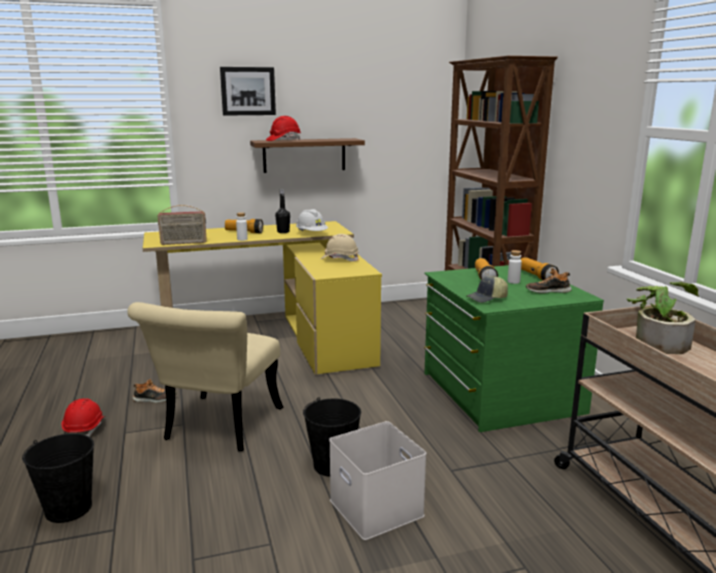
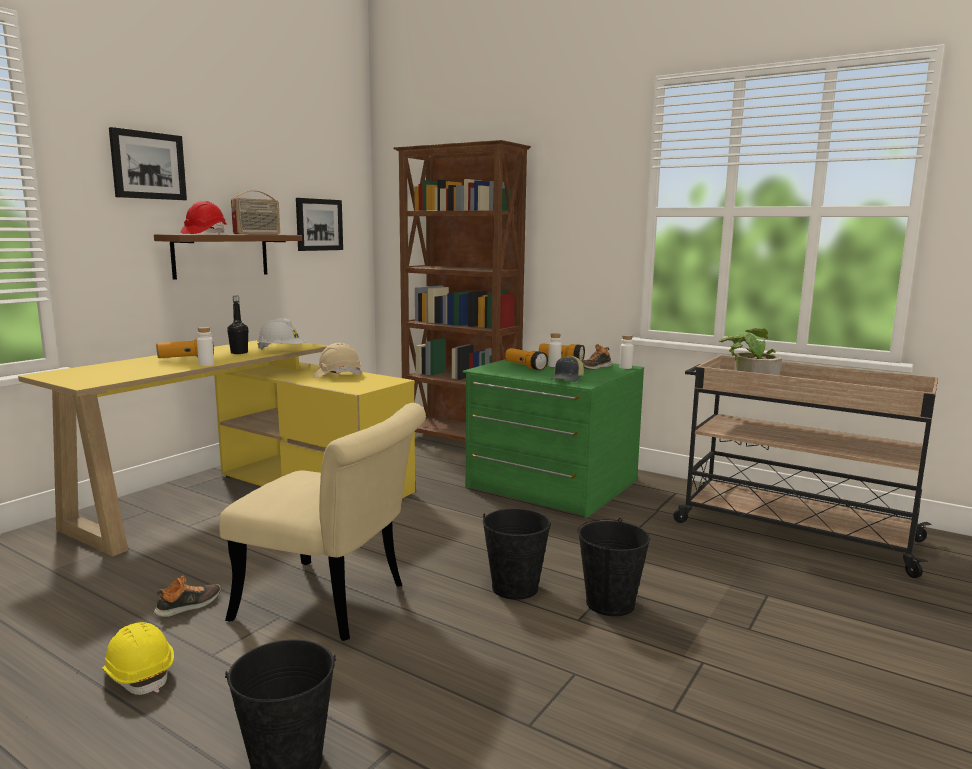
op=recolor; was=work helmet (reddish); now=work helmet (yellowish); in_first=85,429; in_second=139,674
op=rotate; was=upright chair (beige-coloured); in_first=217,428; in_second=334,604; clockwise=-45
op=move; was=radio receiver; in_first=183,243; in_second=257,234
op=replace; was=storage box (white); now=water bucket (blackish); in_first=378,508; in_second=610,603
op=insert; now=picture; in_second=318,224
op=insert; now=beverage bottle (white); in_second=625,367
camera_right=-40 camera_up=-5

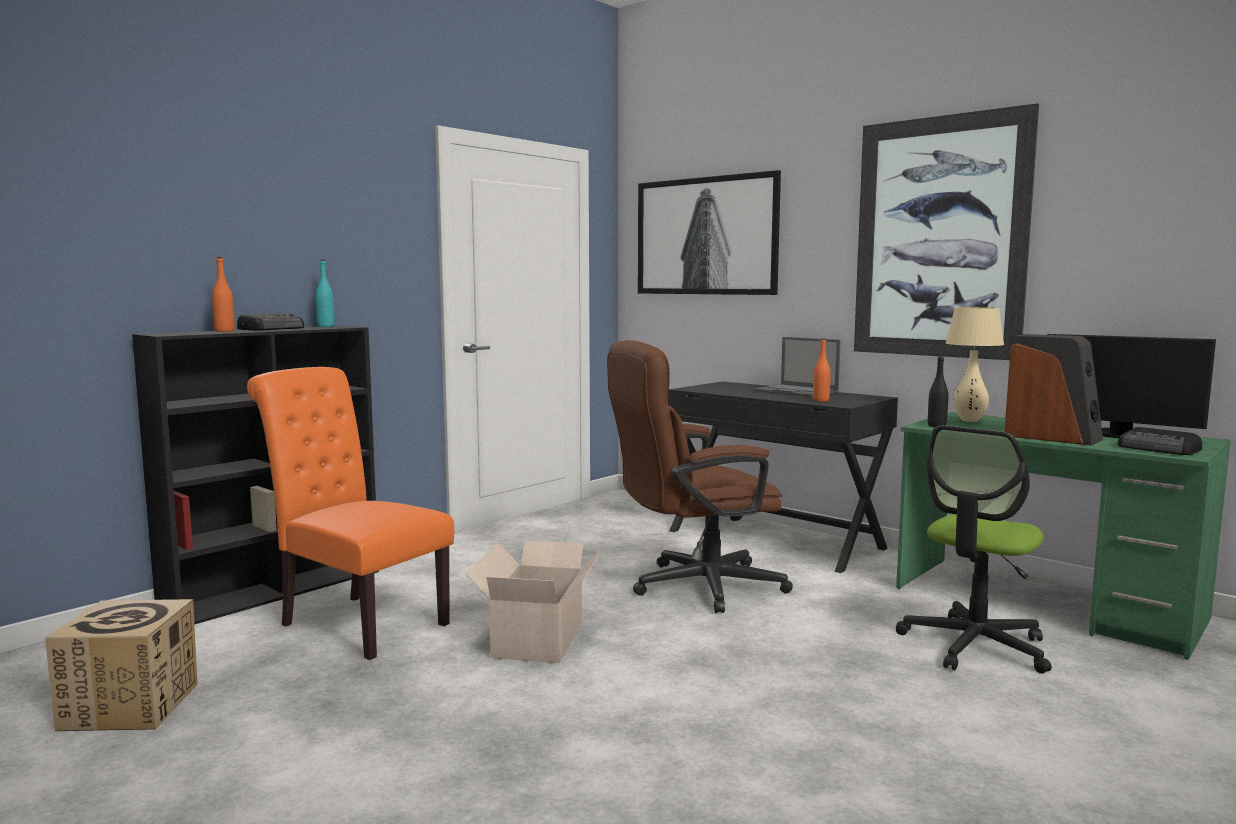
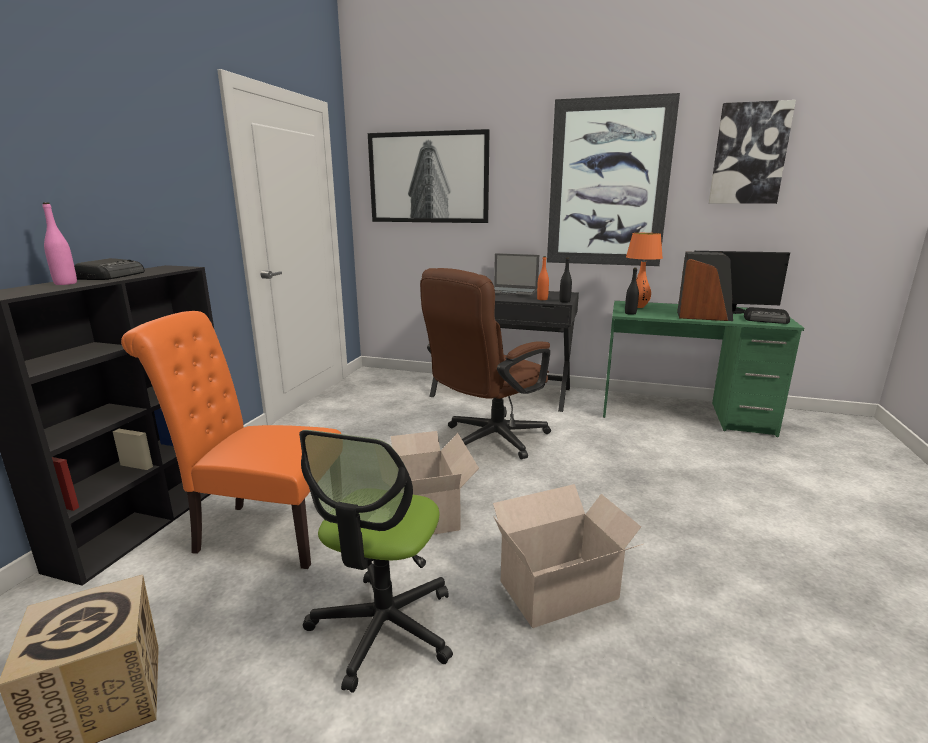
op=recolor; was=beverage bottle (orangey); now=beverage bottle (pink-coloured); in_first=224,331; in_second=65,283
op=delete; was=beverage bottle (turquoise); in_first=325,326
op=move; was=office chair; in_first=974,646; in_second=383,628
op=recolor; was=table lamp (beige-coloured); now=table lamp (orangey); in_first=969,421; in_second=638,307
op=insert; now=packing box; in_second=562,590
op=insert; now=beverage bottle (blackish); in_second=564,301
op=insert; now=picture; in_second=749,154
camera_right=-25 camera_up=10

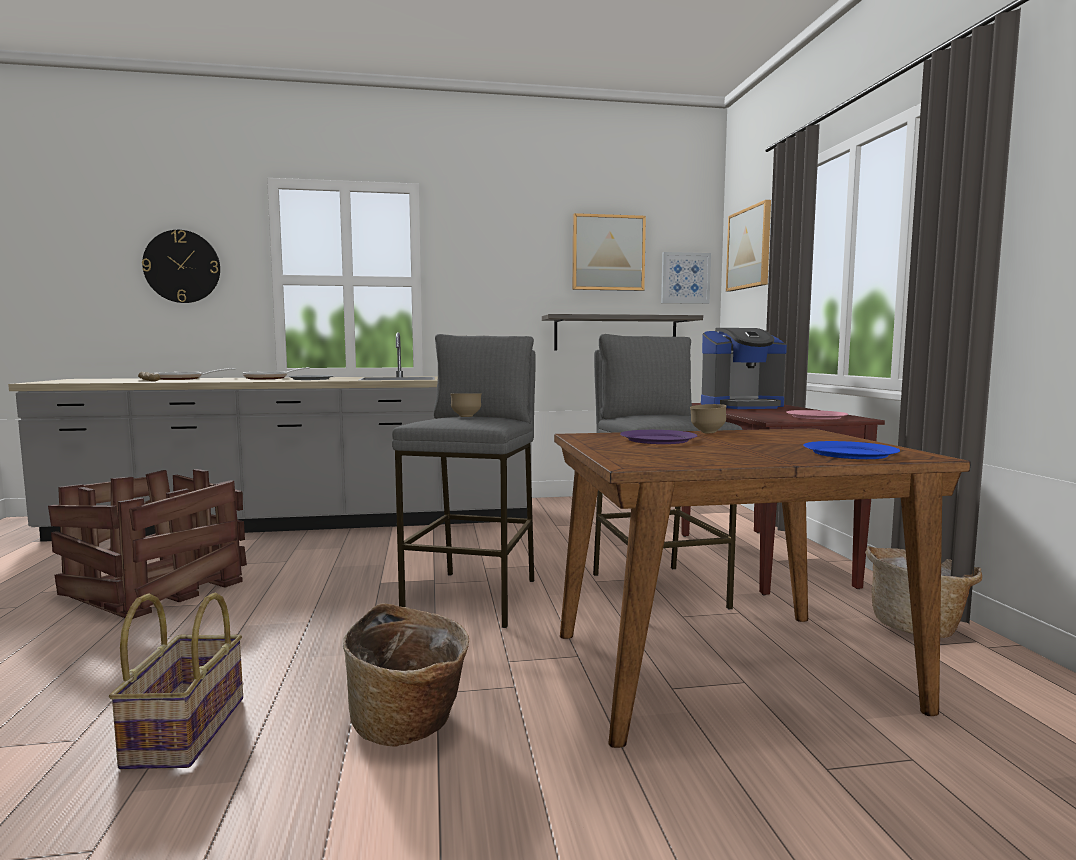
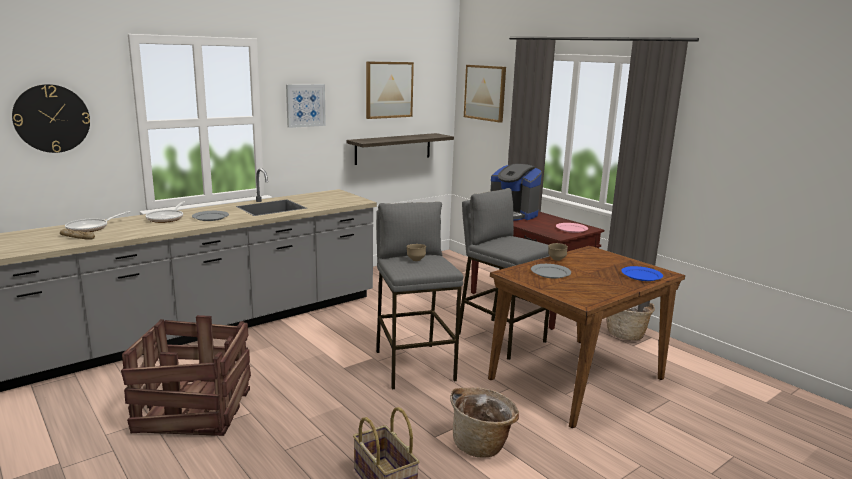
op=recolor; was=dinner plate (purplish); now=dinner plate (grey); in_first=657,440; in_second=550,273
op=move; was=picture; in_first=685,278; in_second=305,105
op=rotate; was=coffee maker; in_first=742,406; in_second=513,214; clockwise=75
camera_right=-30 camera_up=10

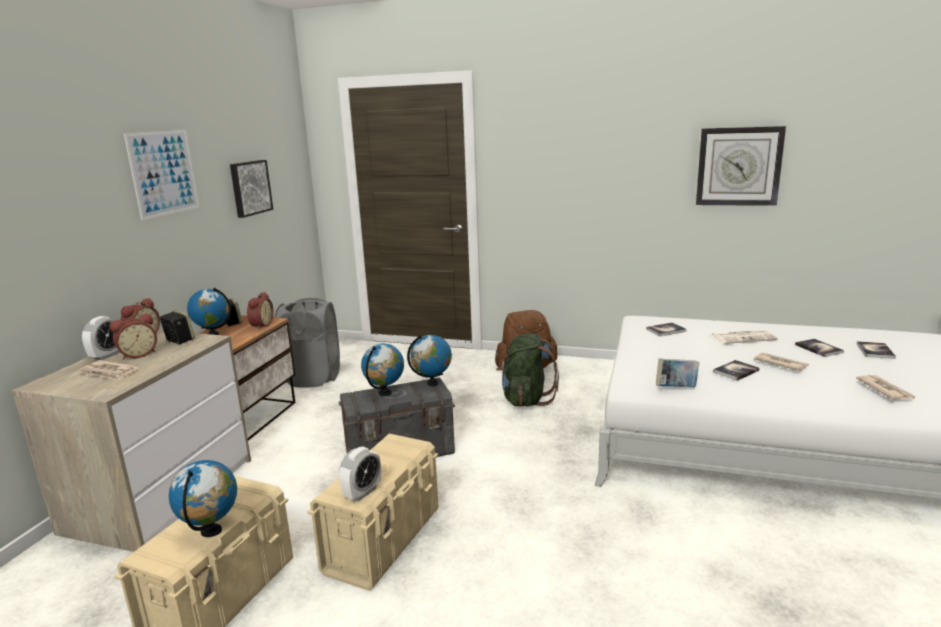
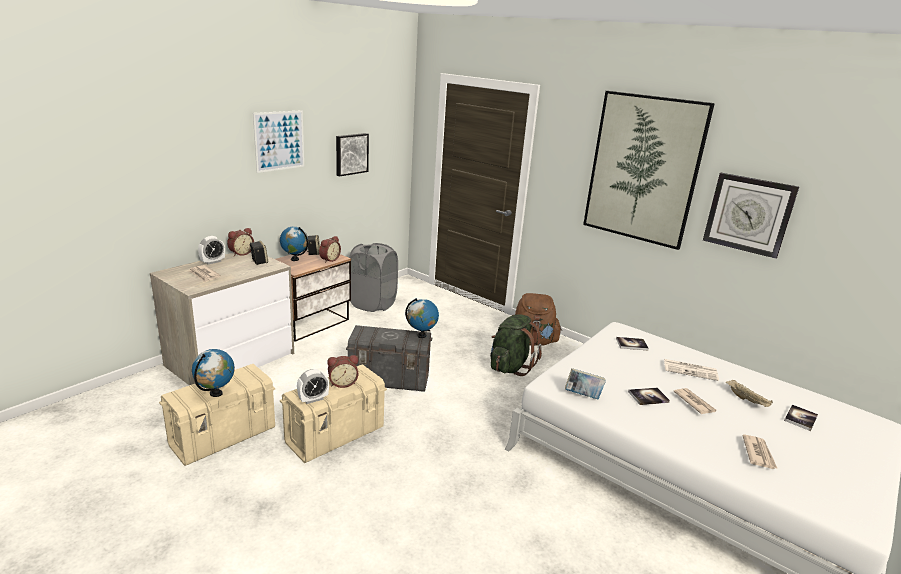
op=move; was=table clock; in_first=138,354; in_second=342,383
op=delete; was=desk globe; in_first=385,393
op=replace; was=book; now=serving tray (beige-coloured); in_first=818,349; in_second=747,400
op=insert; now=picture; in_second=643,169
camera_right=20 camera_up=5

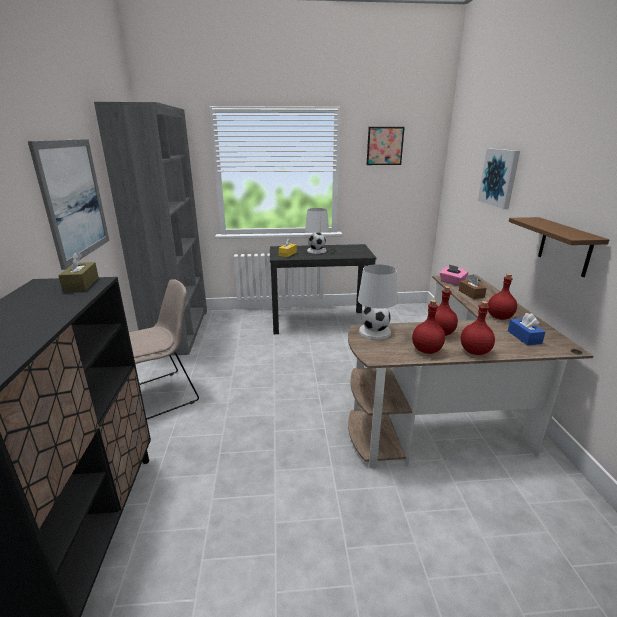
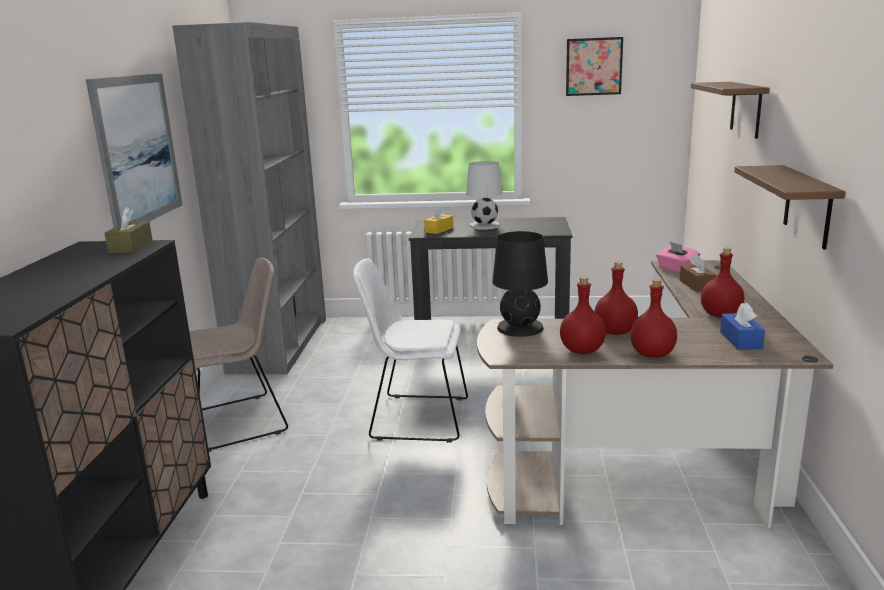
op=recolor; was=table lamp (white); now=table lamp (blackish); in_first=375,331; in_second=520,328
op=replace; was=picture; now=wall shelf (brown-coloured); in_first=499,177; in_second=746,109
op=insert; now=upright chair (white); in_second=415,418
camera_right=10 camera_up=-5

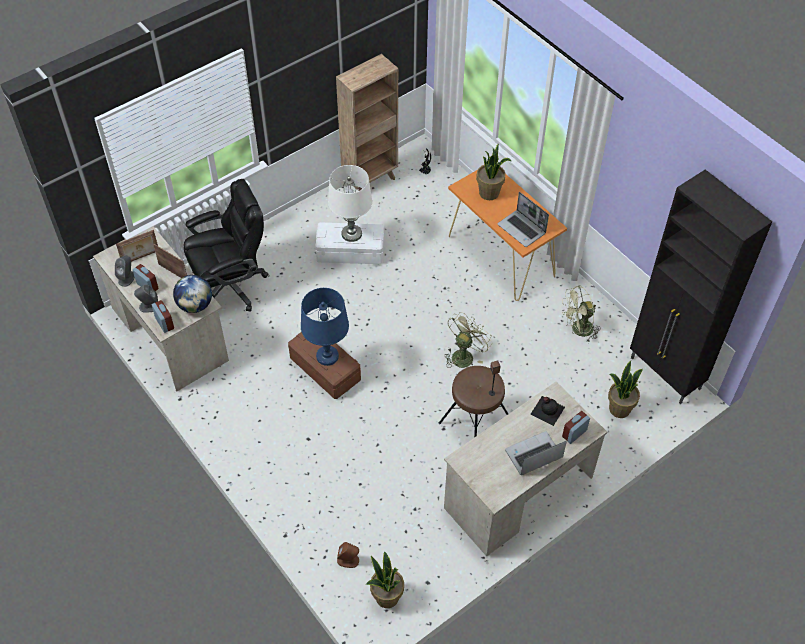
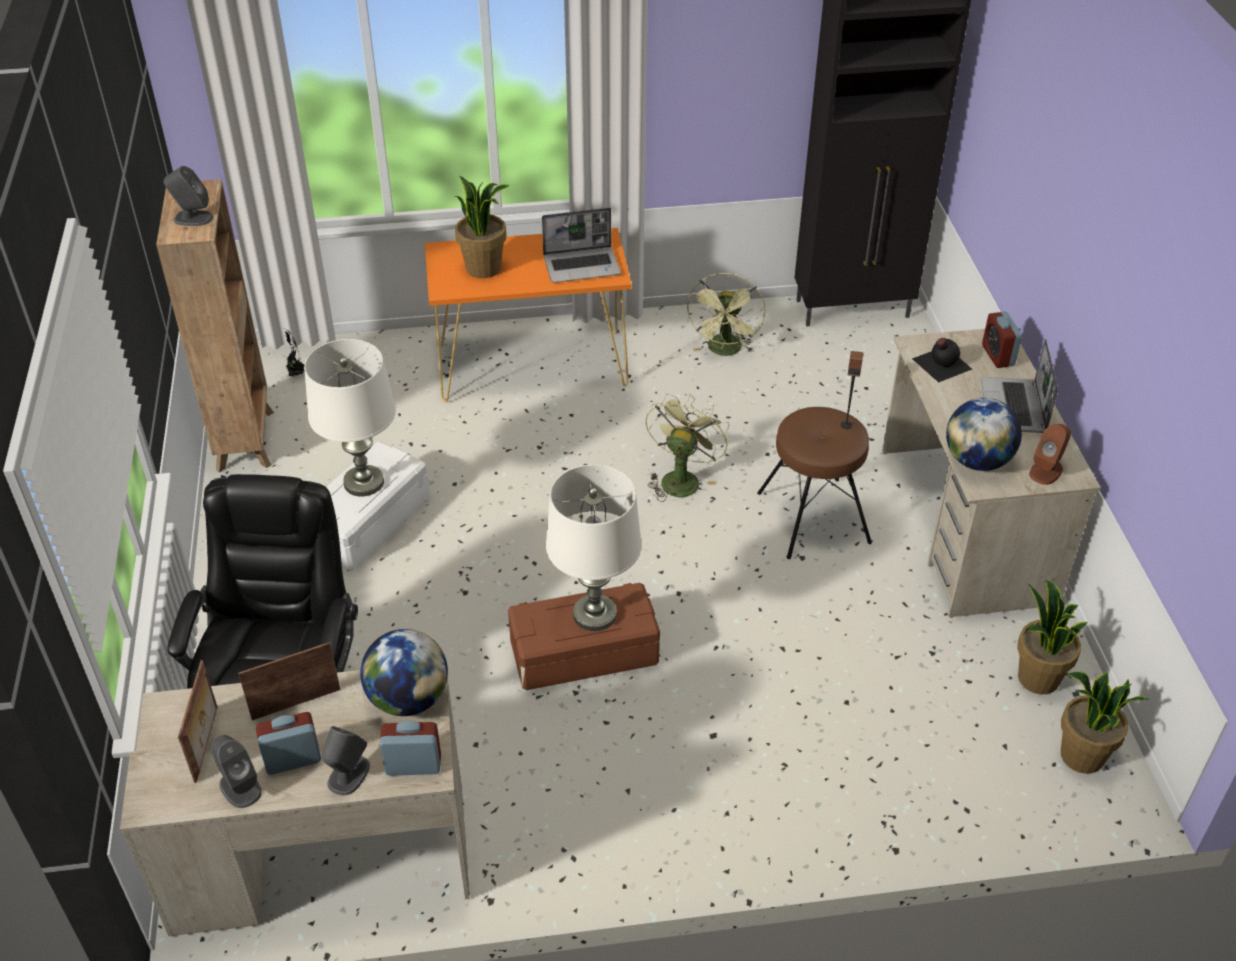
op=recolor; was=table lamp (blue-coloured); now=table lamp (white); in_first=327,356; in_second=595,614
op=move; was=audio speaker (brown-coloured); in_first=348,560; in_second=1046,471
op=rotate; was=electric fan (greenish); in_first=464,355; in_second=681,478; clockwise=45
op=move; was=potted plant; in_first=619,409; in_second=1037,678
op=insert; now=audio speaker (grey); in_second=192,218
op=insert; now=desk globe; in_second=977,461
camera_right=-60 camera_up=-10

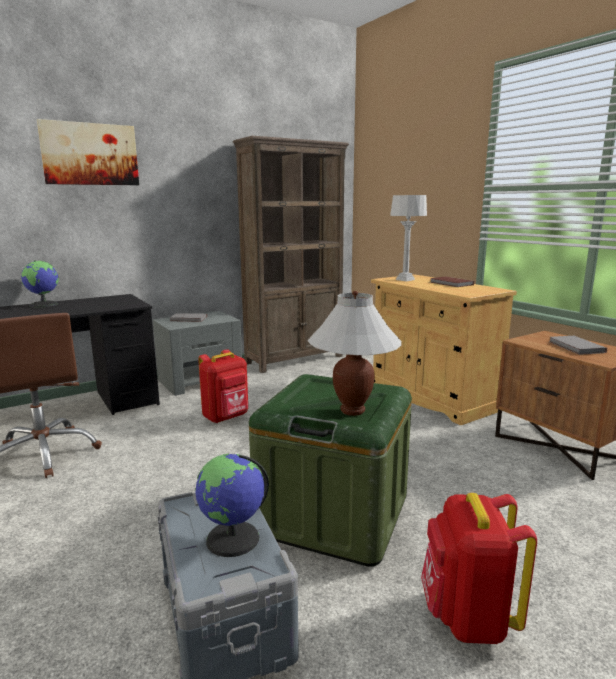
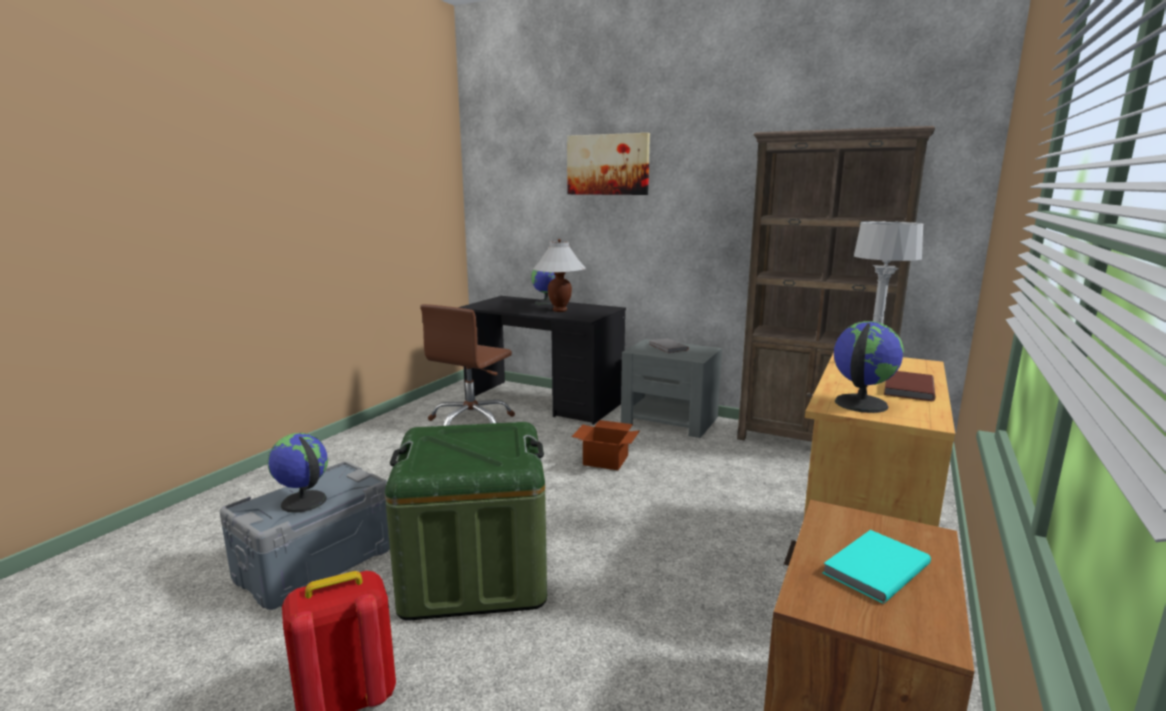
op=replace; was=backpack (reddish); now=packing box; in_first=226,417; in_second=607,460
op=move; was=table lamp (white); in_first=352,411; in_second=559,310
op=recolor; was=book (grey); now=book (turquoise); in_first=575,347; in_second=873,568
op=insert; now=desk globe; in_second=859,403
camera_right=60 camera_up=0

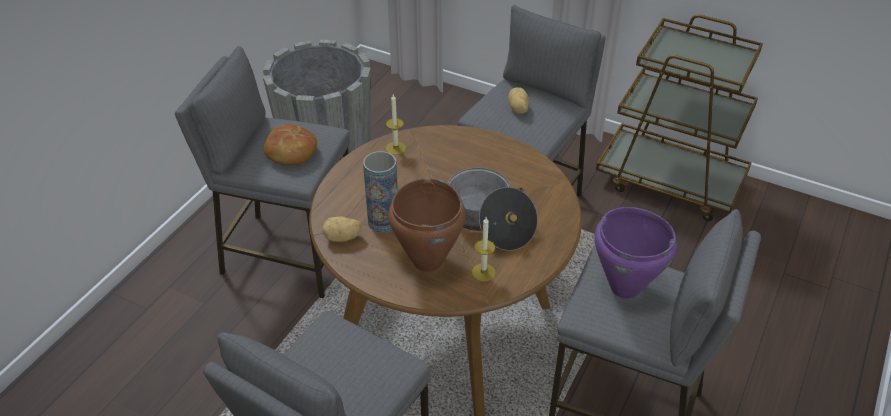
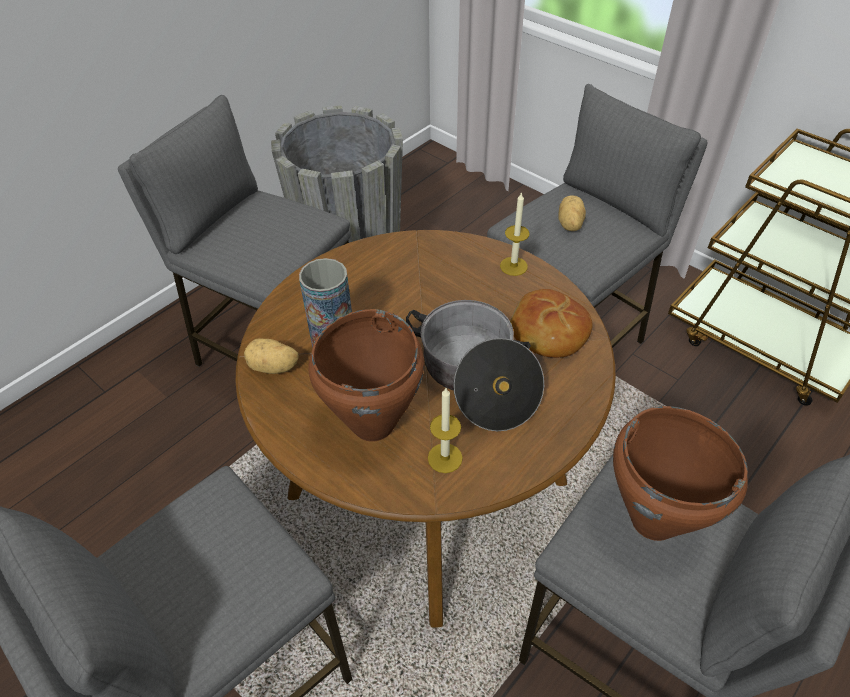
op=move; was=baked bread; in_first=290,152; in_second=548,333
op=move; was=candle; in_first=396,148; in_second=513,266
op=recolor; was=cooking pot (purplish); now=cooking pot (brown-coloured); in_first=624,287; in_second=653,519
camera_right=15 camera_up=5

